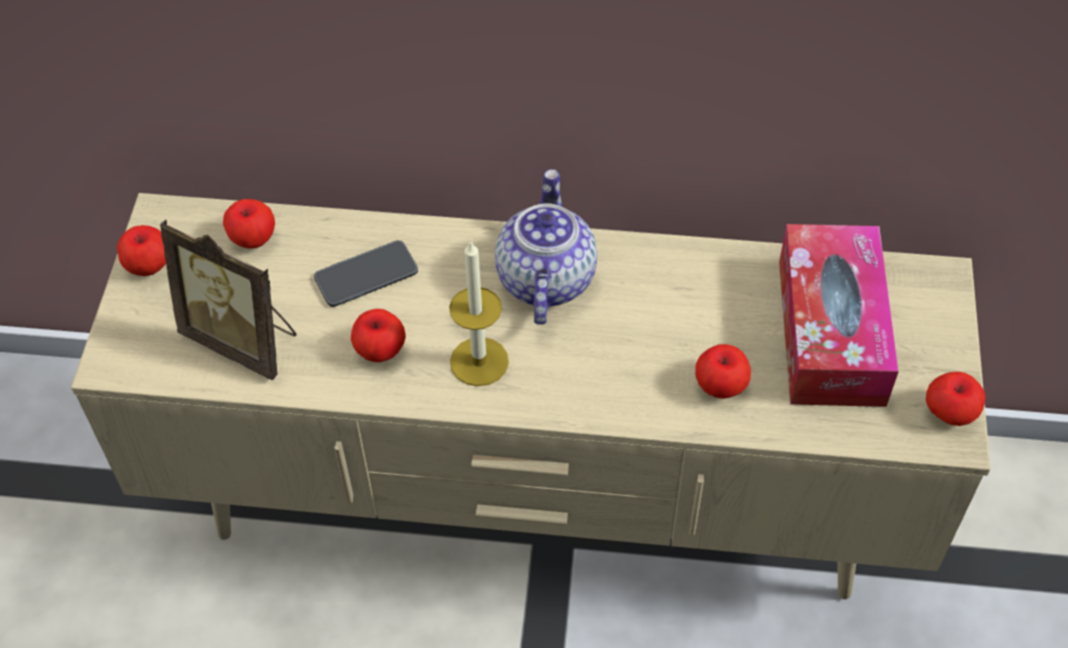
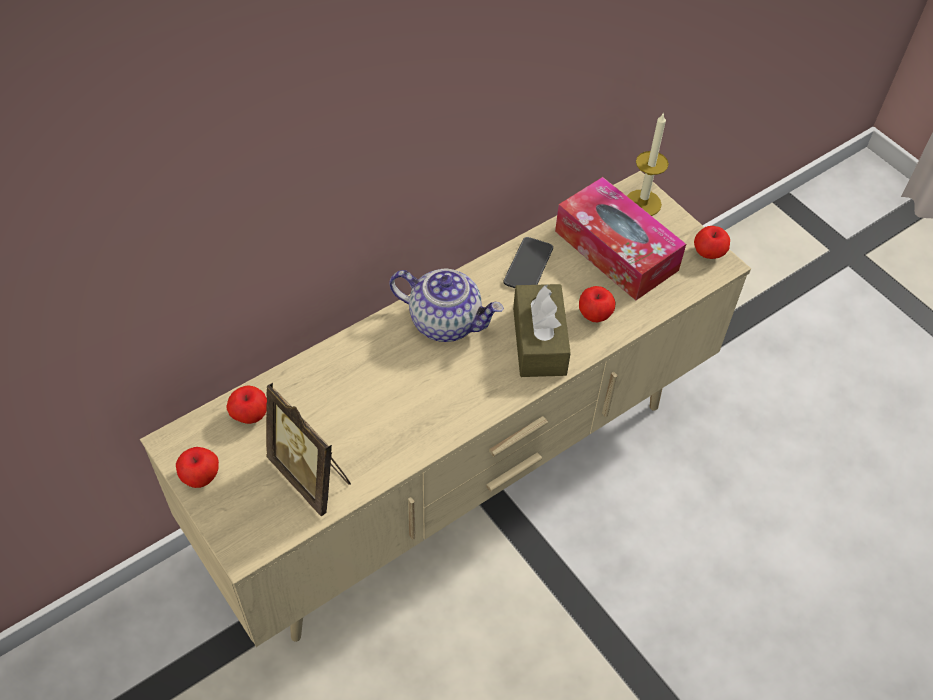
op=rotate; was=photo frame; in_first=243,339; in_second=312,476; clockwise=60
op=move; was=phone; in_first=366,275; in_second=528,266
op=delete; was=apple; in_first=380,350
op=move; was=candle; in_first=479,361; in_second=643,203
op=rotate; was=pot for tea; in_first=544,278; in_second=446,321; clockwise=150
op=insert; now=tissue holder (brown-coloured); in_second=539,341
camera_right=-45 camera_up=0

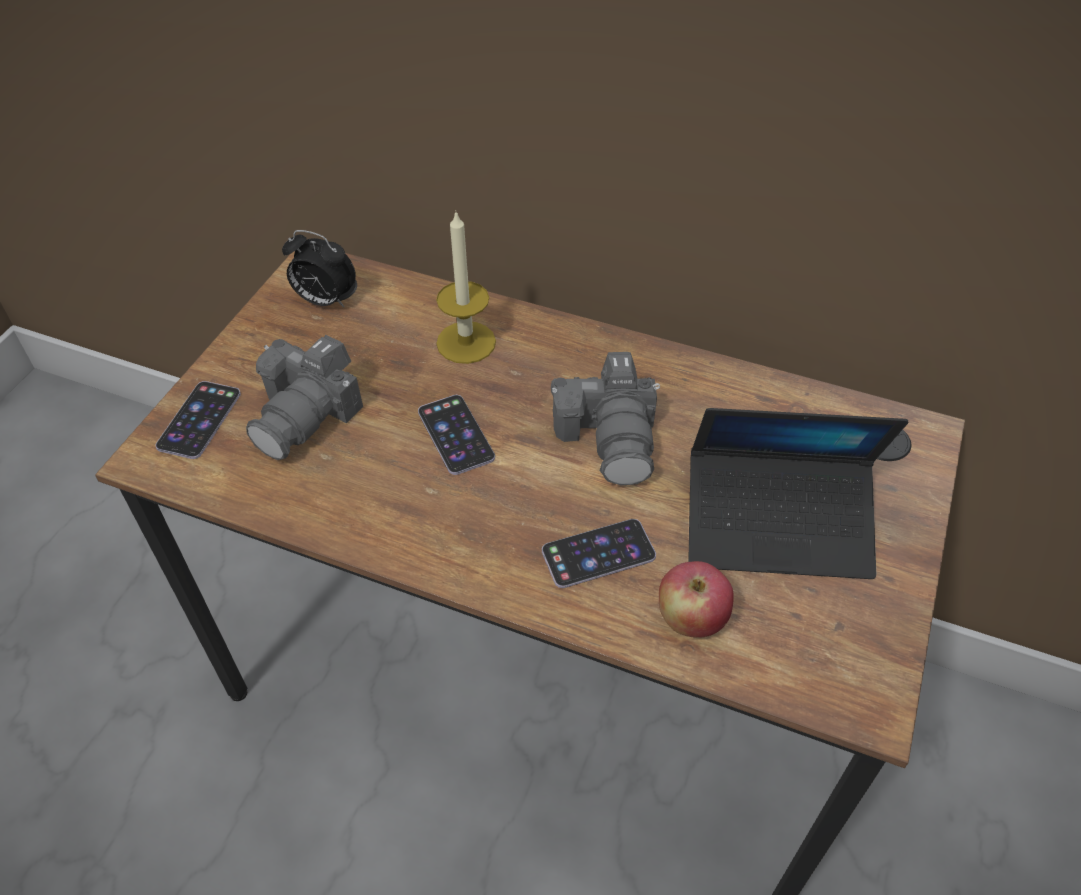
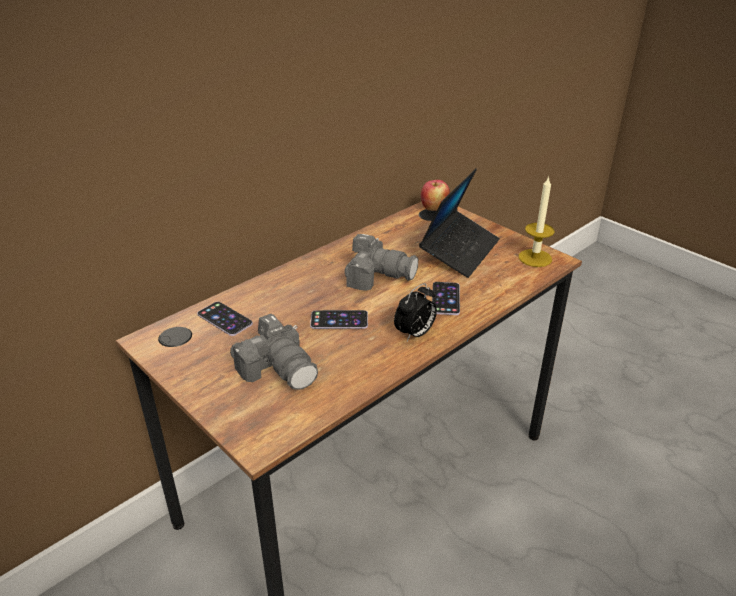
op=move; was=phone; in_first=199,420; in_second=224,319
op=move; was=table clock; in_first=324,300; in_second=415,334
op=move; was=candle; in_first=466,342; in_second=535,258
op=move; was=apple; in_first=690,619; in_second=433,208
camera_right=-65 camera_up=-15

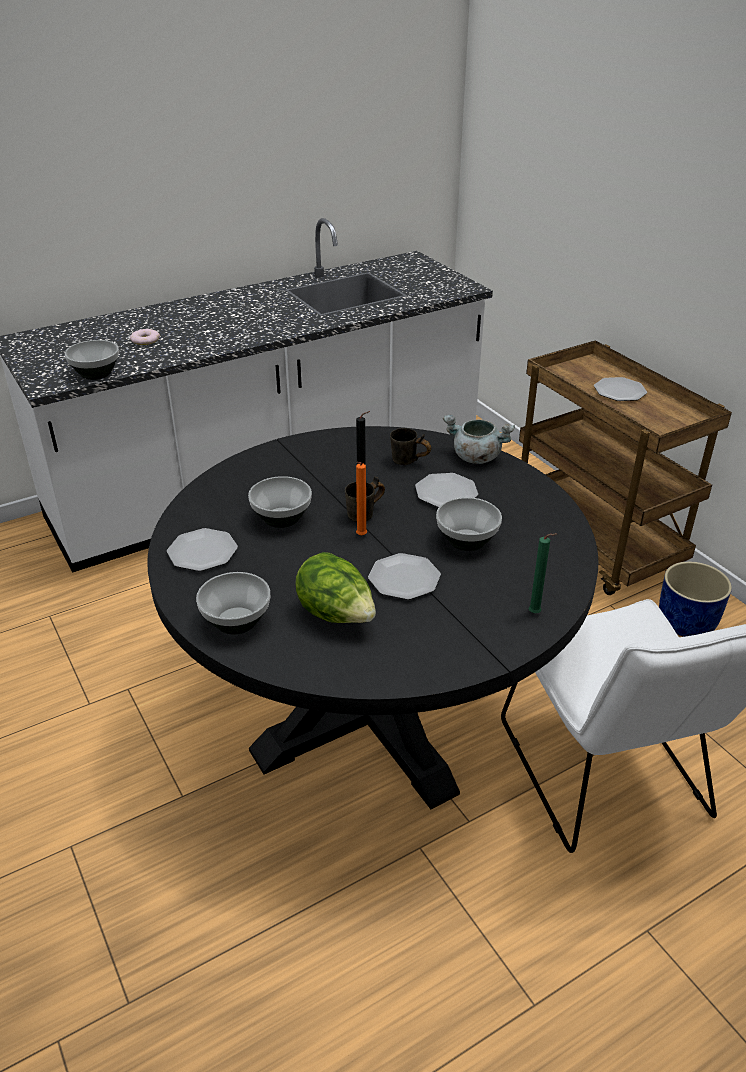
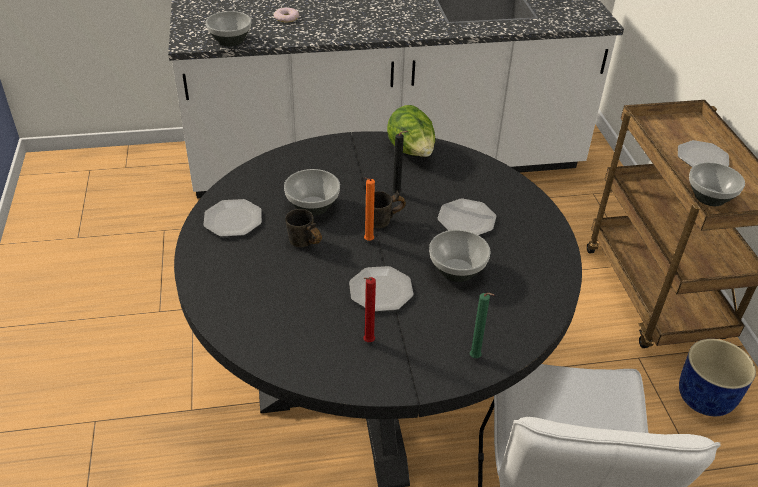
op=move; was=serving bowl; in_first=237,621; in_second=710,198
op=move; was=lettuce; in_first=337,615; in_second=411,152
op=move; was=mug (grey); in_first=408,463; in_second=303,245
op=delete; was=cooking pot (grey); in_first=475,457
op=insert; now=candle (reddish); in_second=367,342
camera_right=20 camera_up=5

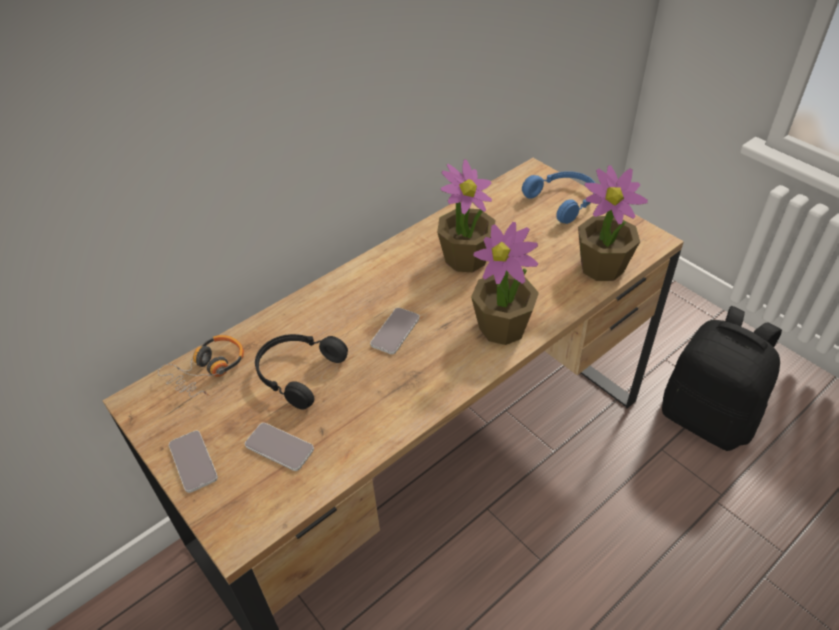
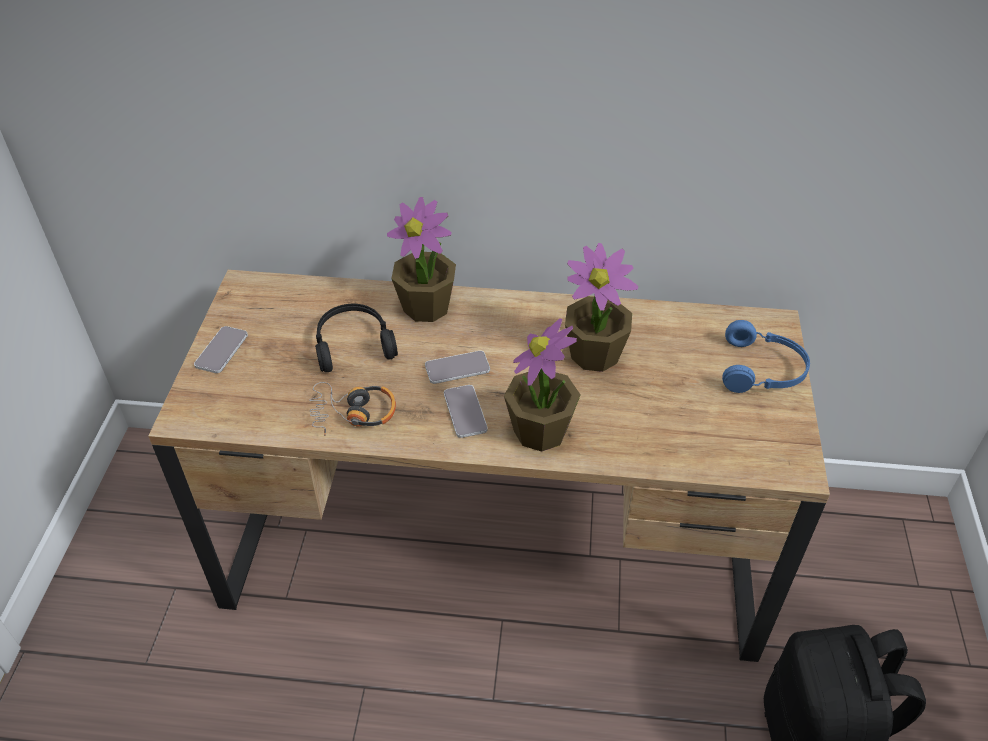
op=move; was=pair of headphones; in_first=208,371; in_second=353,414
op=move; was=phone; in_first=279,447; in_second=465,412
op=move; was=potted plant; in_first=602,267; in_second=426,307
camera_right=45 camera_up=0

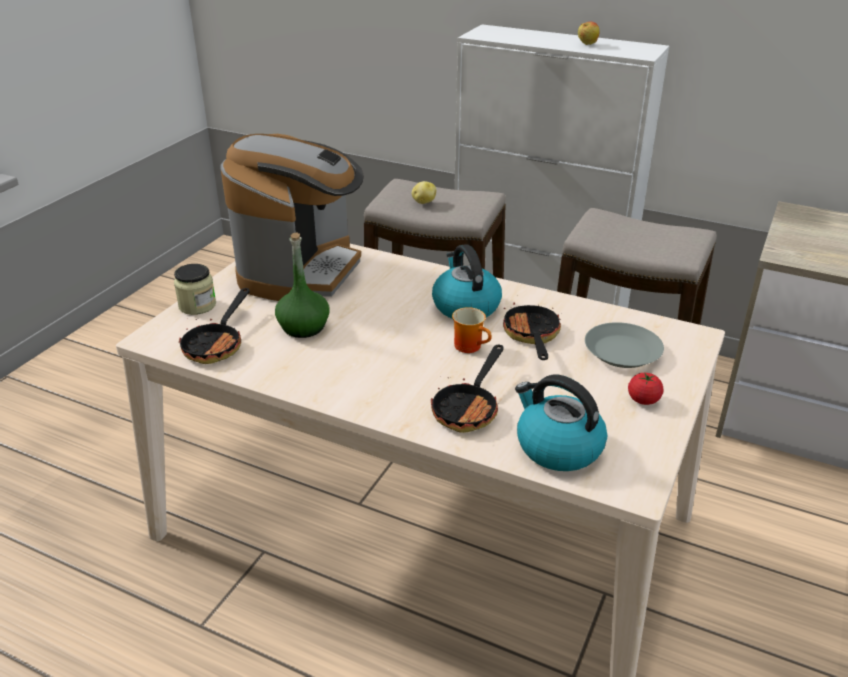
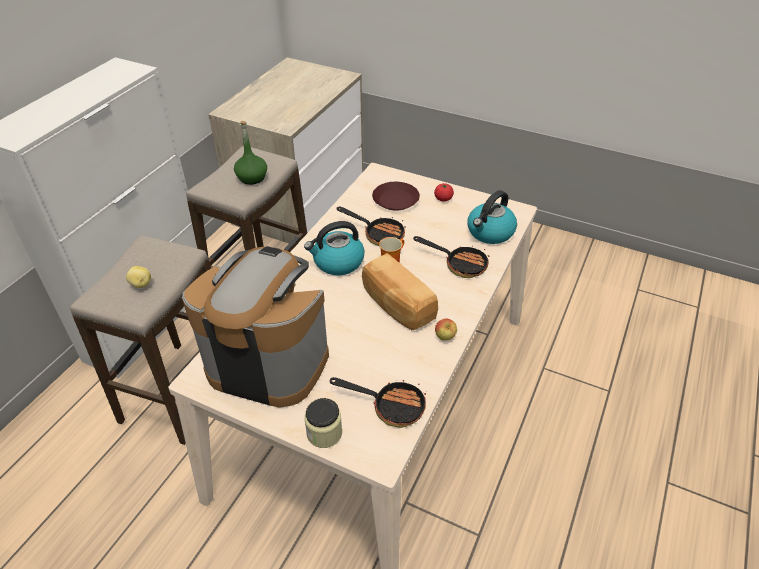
op=move; was=beverage bottle (greenish); in_first=304,327; in_second=252,178
op=rotate; was=skillet; in_first=531,336; in_second=378,234; clockwise=-150
op=move; was=apple; in_first=587,44; in_second=445,338
op=recolor; was=dinner plate (grey); now=dinner plate (brown-coloured); in_first=622,351; in_second=395,200
op=insert; now=baked bread; in_second=397,305
camera_right=-90 camera_up=10

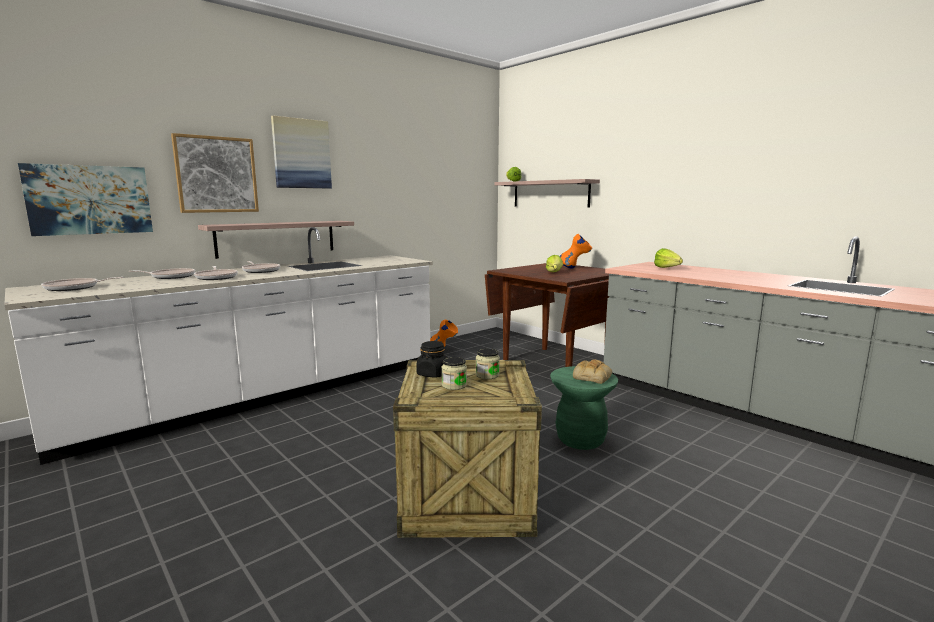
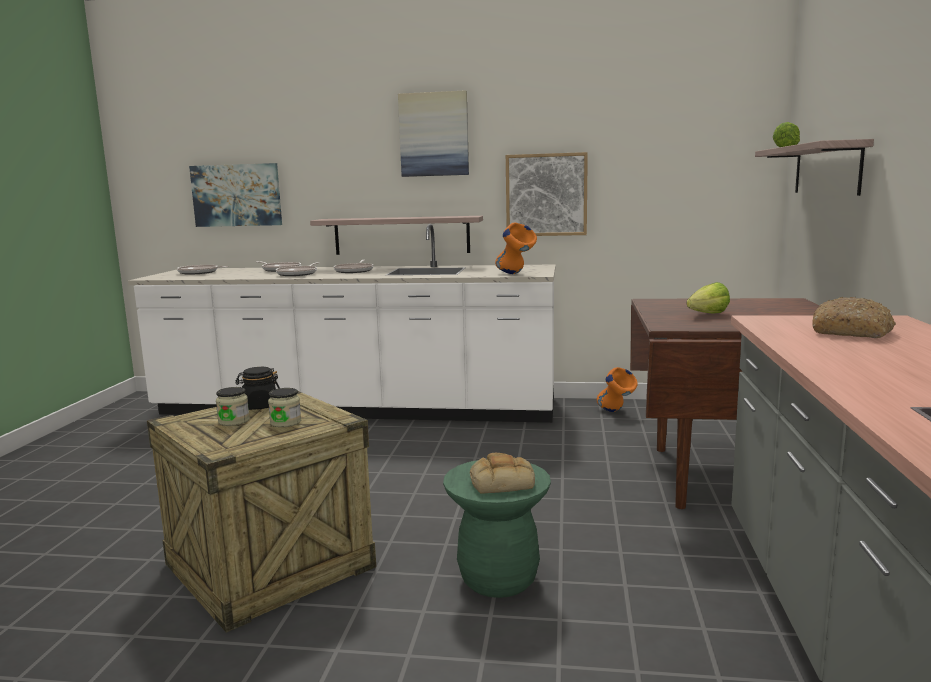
op=move; was=picture; in_first=216,175; in_second=546,195
op=move; was=vase (orangey); in_first=575,268; in_second=515,274
op=replace; was=lettuce; now=baked bread; in_first=668,268; in_second=852,332
camera_right=50 camera_up=0

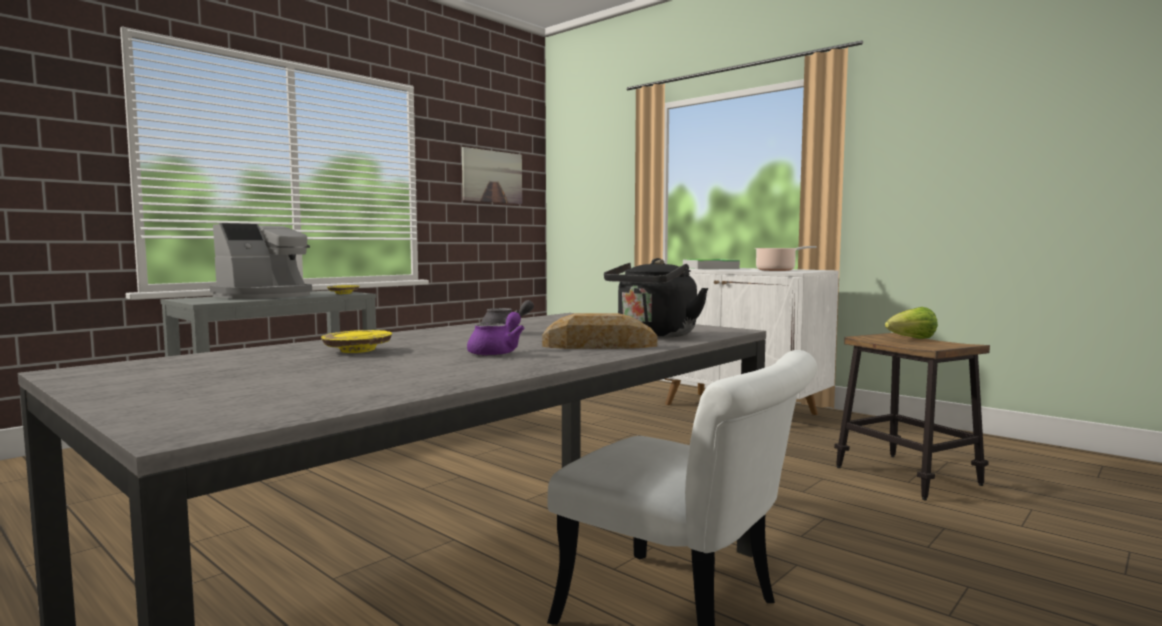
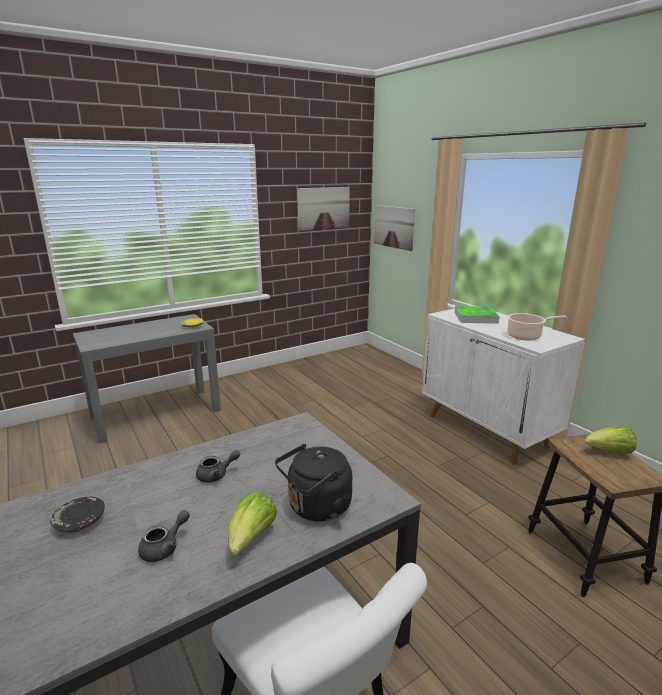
op=delete; was=coffee maker; in_first=266,296
op=recolor; was=dinner plate (yellowish); now=dinner plate (blackish); in_first=357,350; in_second=80,522
op=recolor; was=pot for tea (purplish); now=pot for tea (grey); in_first=497,352; in_second=165,547
op=replace; was=baked bread; now=lettuce; in_first=599,346; in_second=251,539
op=insert; now=picture; in_second=393,227
camera_right=15 camera_up=15

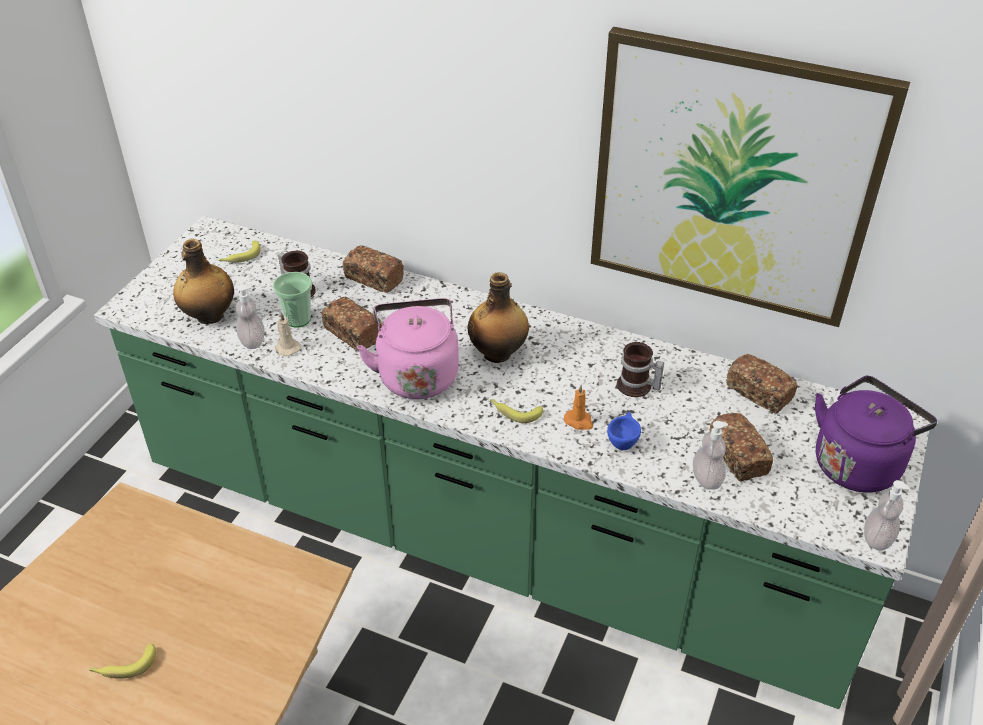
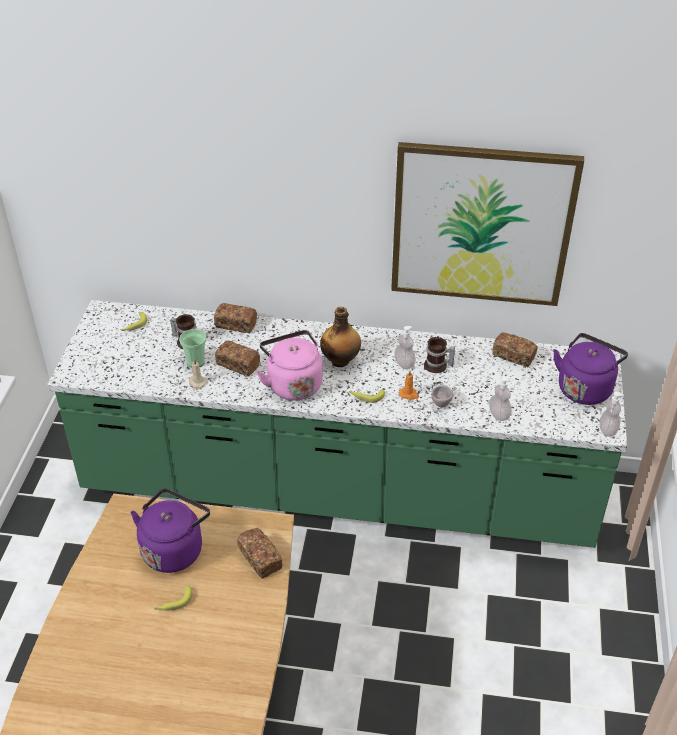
op=delete; was=beverage bottle; in_first=209,316
op=move; was=liquid soap bottle; in_first=252,341; in_second=404,364
op=recolor; was=drinking cup (blue-coloured); now=drinking cup (beige-coloured); in_first=622,442; in_second=440,402
op=move; was=baked bread; in_first=738,456; in_second=260,559
op=insert; now=tea kettle (purplish); in_second=174,549
camera_right=-15 camera_up=0

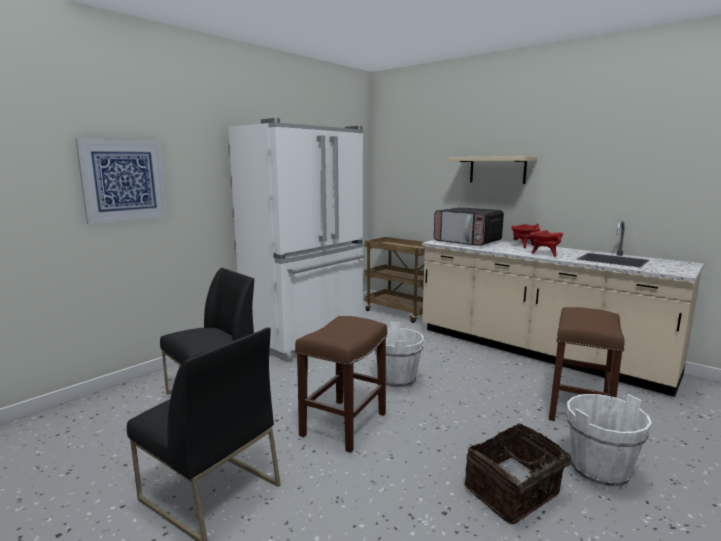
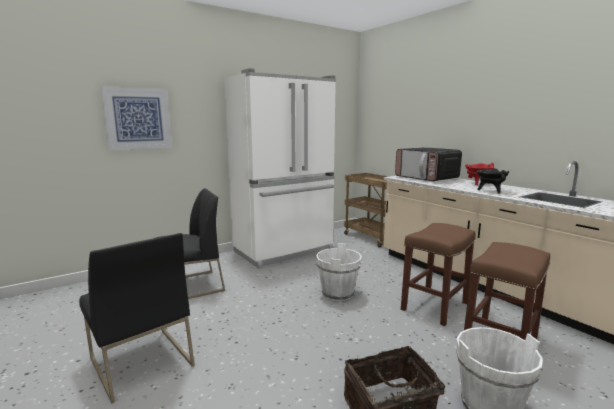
op=move; was=stool (brown-coloured); in_first=344,423; in_second=434,305
op=delete; was=wall shelf (beige-coloured); in_first=497,170
op=recolor; was=cooking pot (reddish); now=cooking pot (blackish); in_first=545,254; in_second=491,191
camera_right=15 camera_up=0

